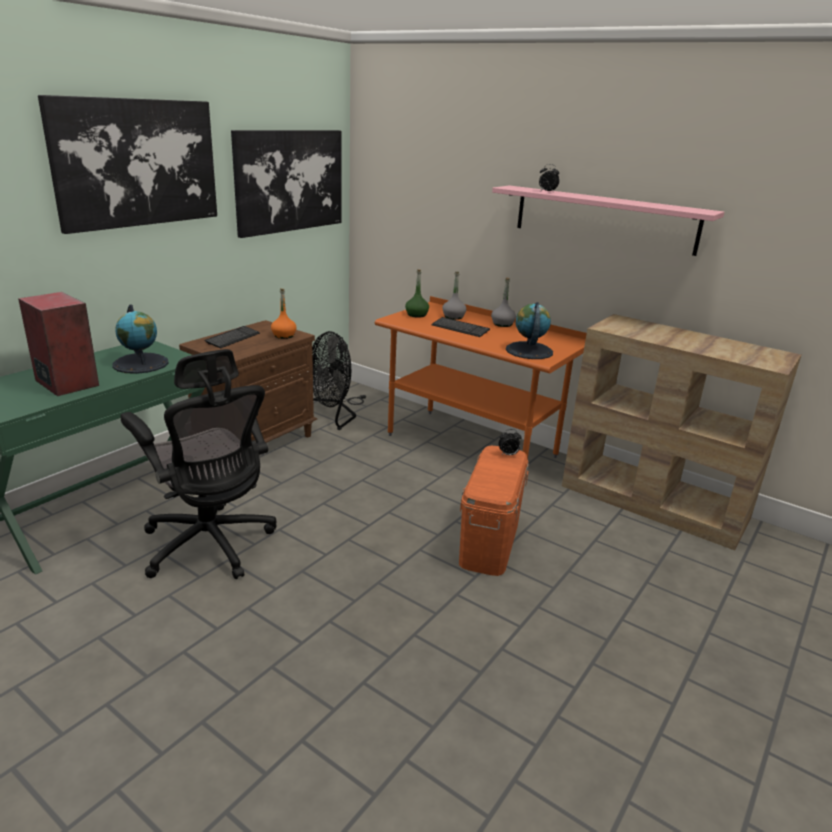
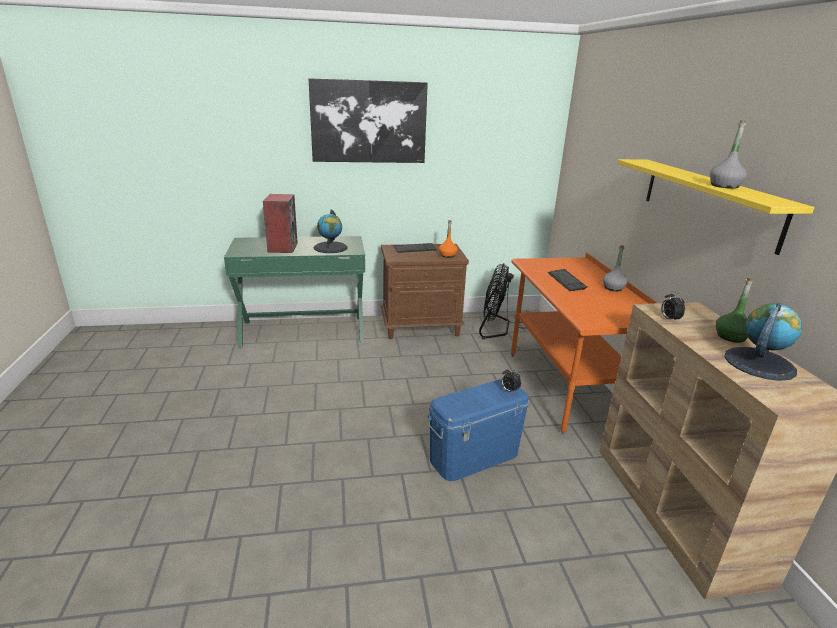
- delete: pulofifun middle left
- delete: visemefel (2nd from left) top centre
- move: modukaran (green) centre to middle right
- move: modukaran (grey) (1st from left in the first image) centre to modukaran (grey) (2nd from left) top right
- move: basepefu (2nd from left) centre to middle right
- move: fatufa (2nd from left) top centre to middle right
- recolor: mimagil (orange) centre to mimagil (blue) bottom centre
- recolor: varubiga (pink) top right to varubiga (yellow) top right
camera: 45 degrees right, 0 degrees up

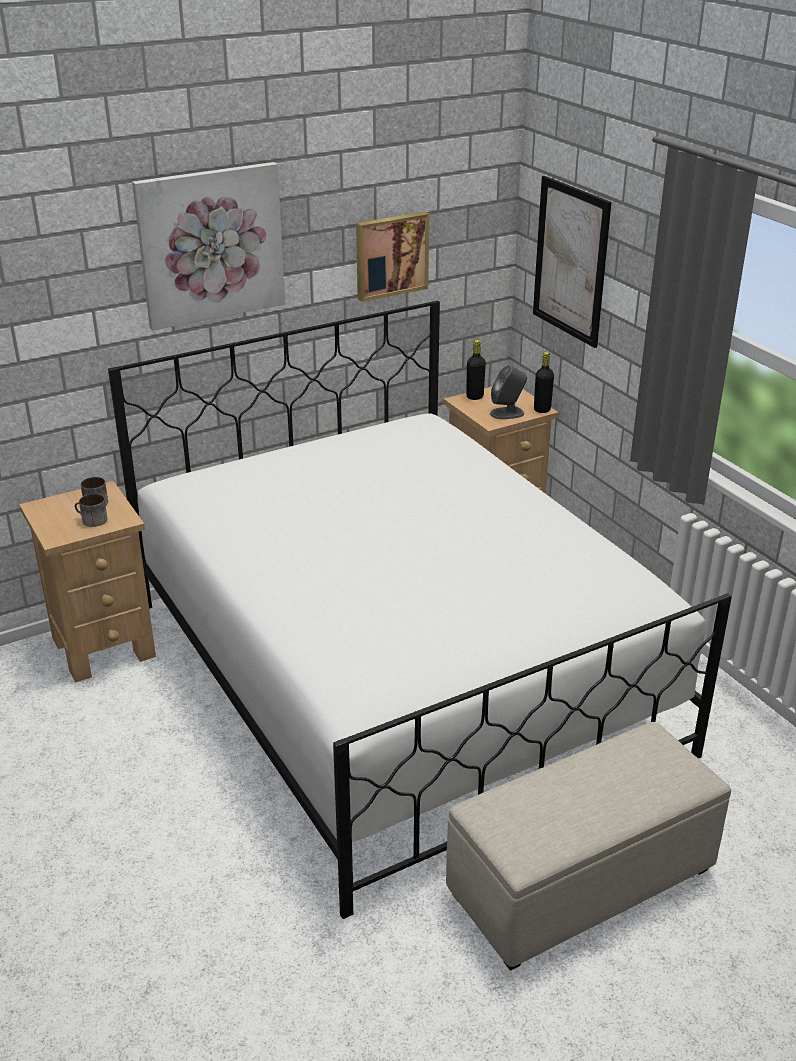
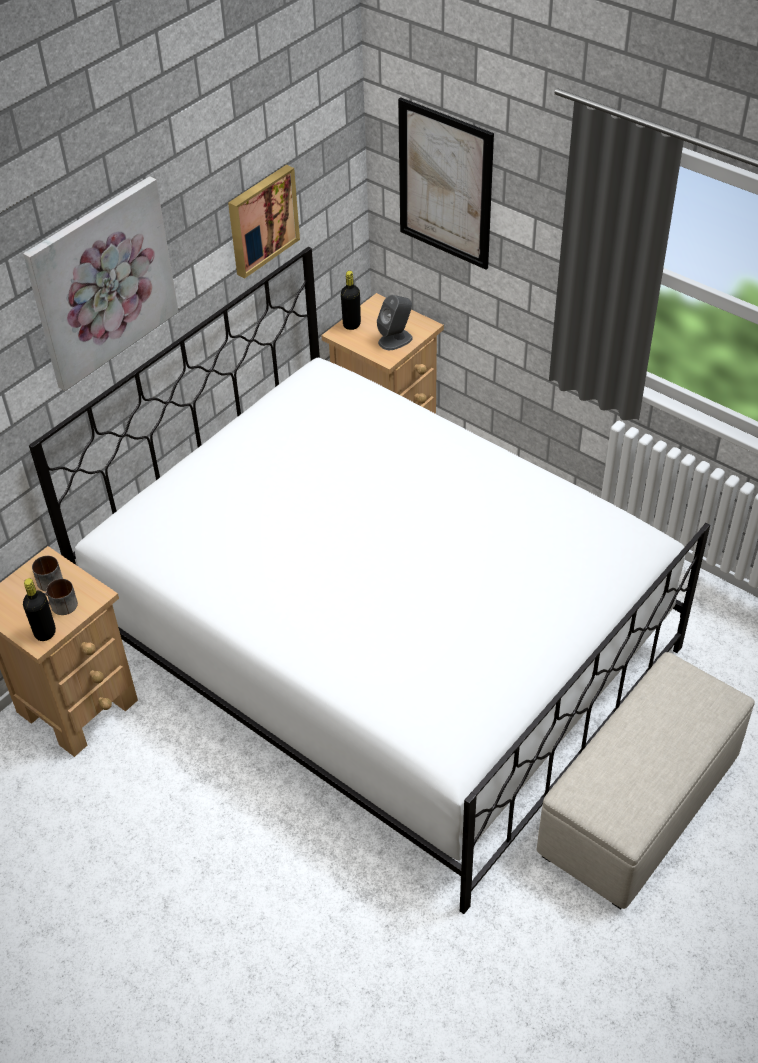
- move: modukaran (black) (2nd from left in the first image) middle right to modukaran (black) (1st from left) middle left
camera: 20 degrees left, 15 degrees up

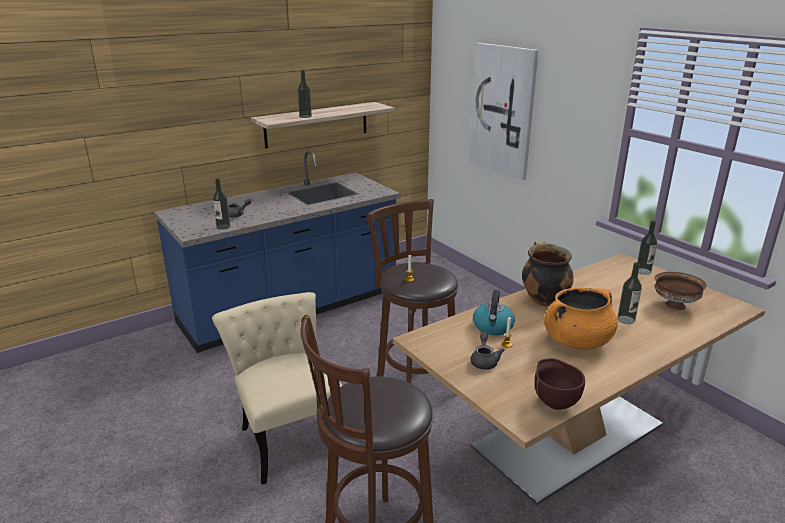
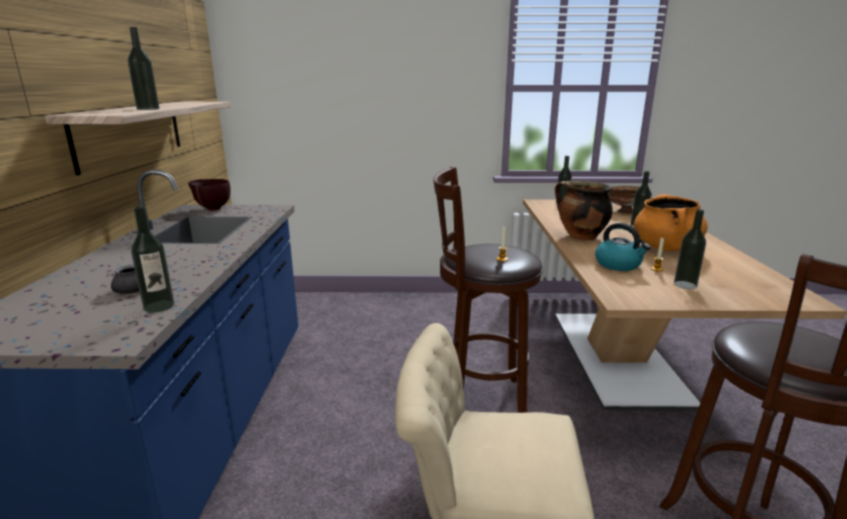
- delete: visemefel top centre
- move: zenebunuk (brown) (1st from left) bottom right to middle left
- replace: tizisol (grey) (2nd from left) bottom centre to modukaran (5th from left) middle right
camera: 55 degrees left, 5 degrees down

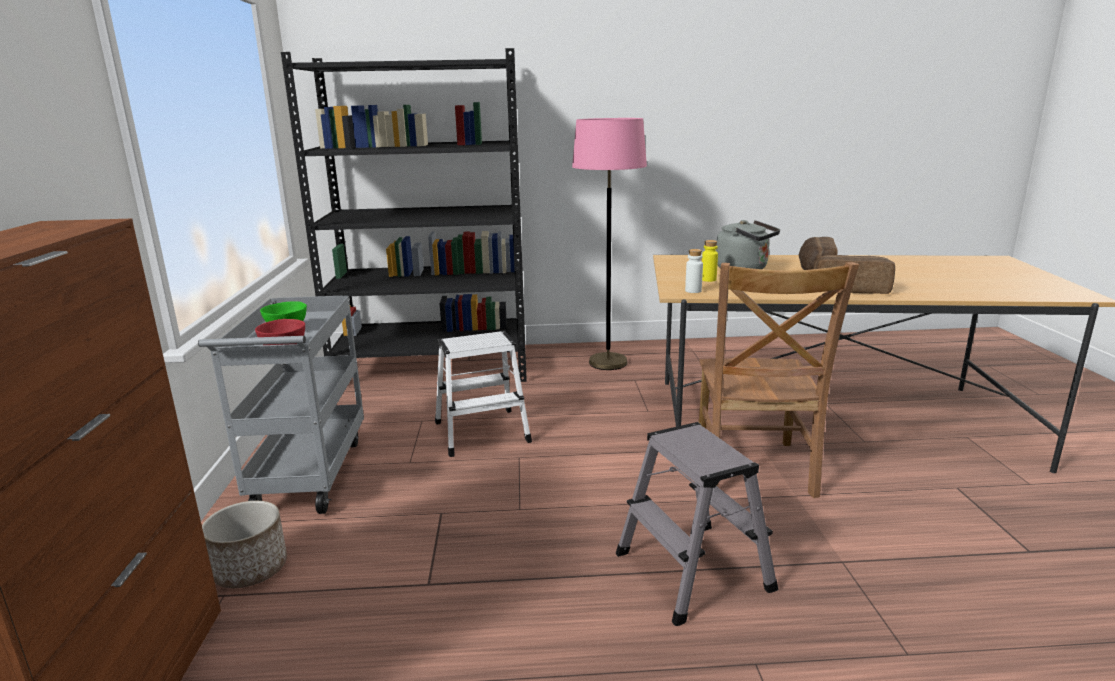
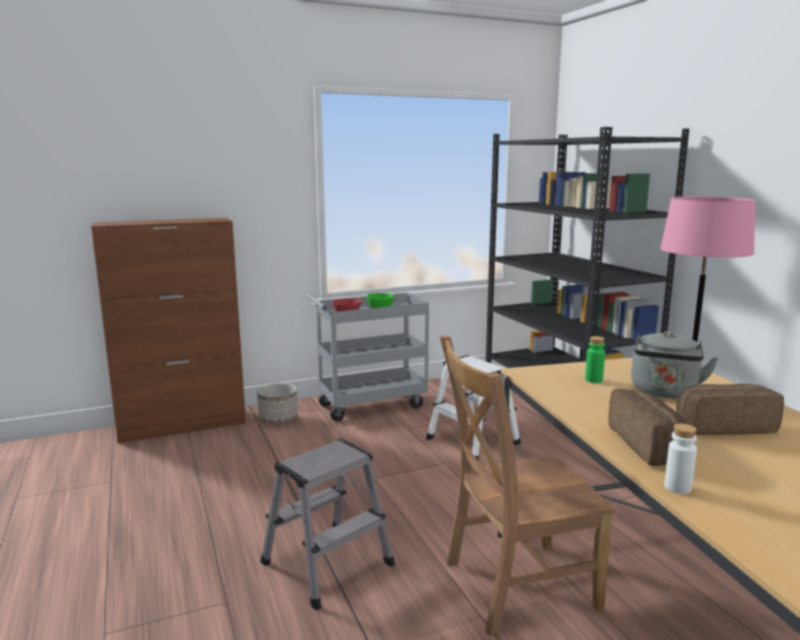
- move: modukaran (white) centre to bottom right
- recolor: modukaran (yellow) centre to modukaran (green) middle right
camera: 70 degrees right, 5 degrees down

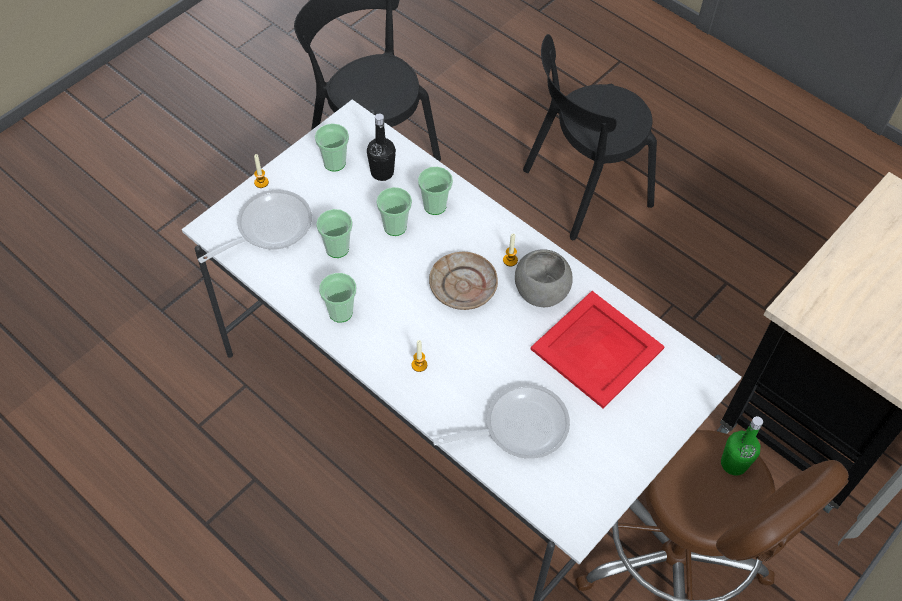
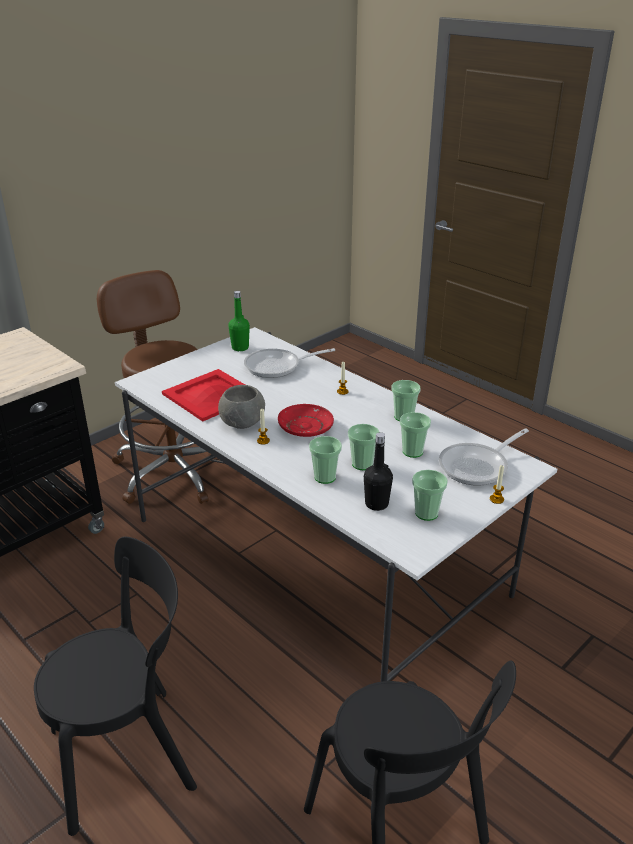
- move: modukaran (green) bottom right to centre
- recolor: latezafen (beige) centre to latezafen (red) centre
camera: 175 degrees left, 25 degrees down

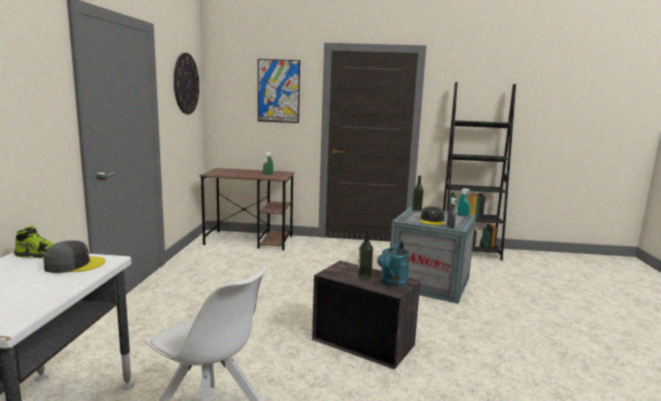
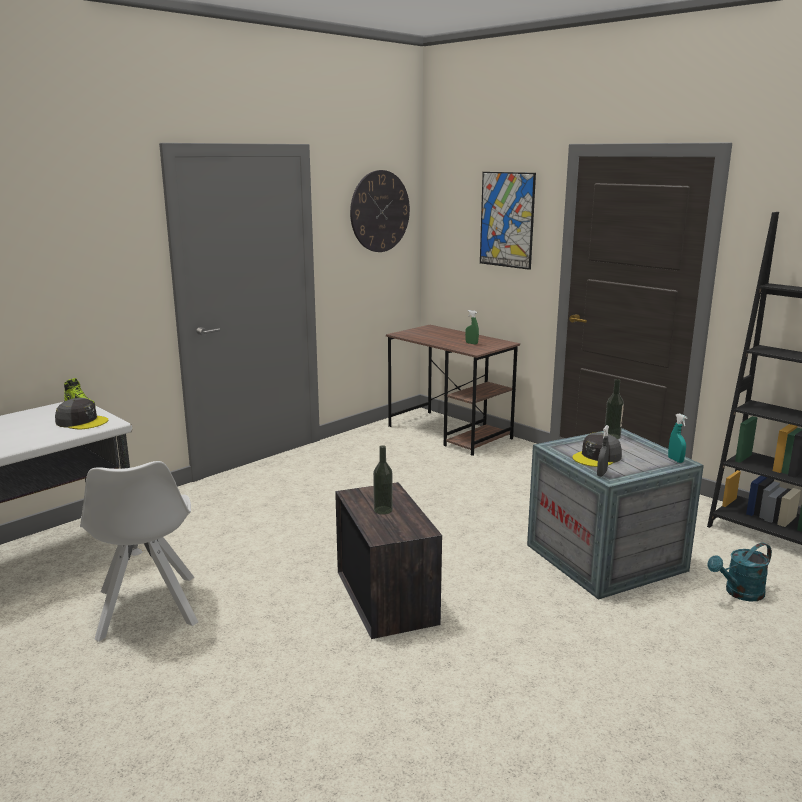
- move: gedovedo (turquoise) centre to bottom right
camera: 40 degrees right, 5 degrees up

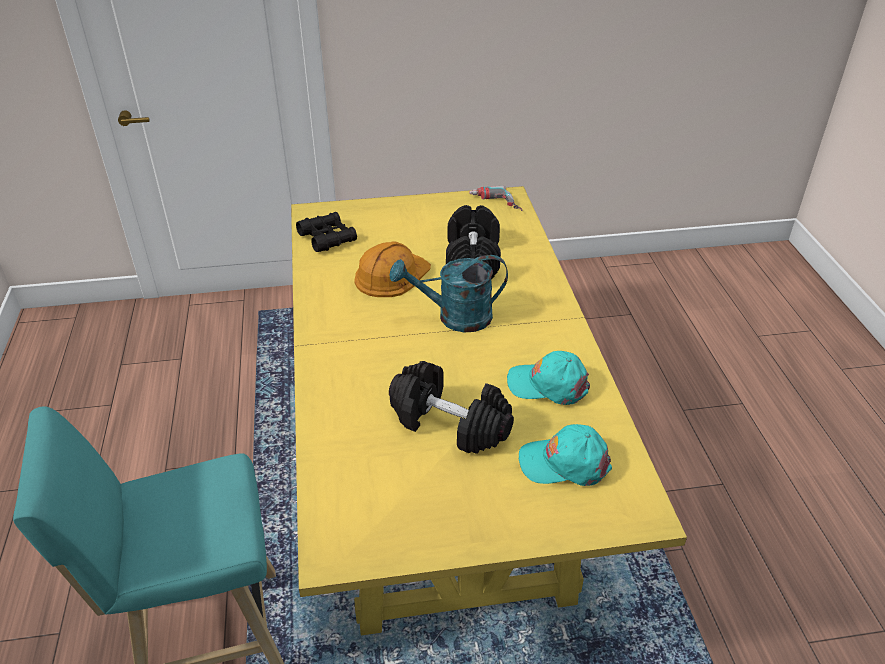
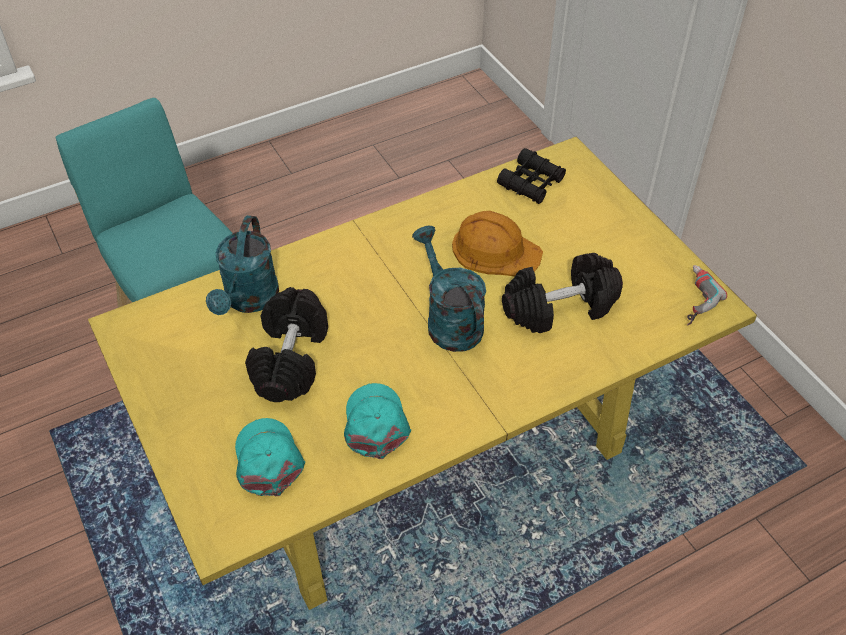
- insert: gedovedo (turquoise) (1st from left) middle left
camera: 70 degrees right, 10 degrees up

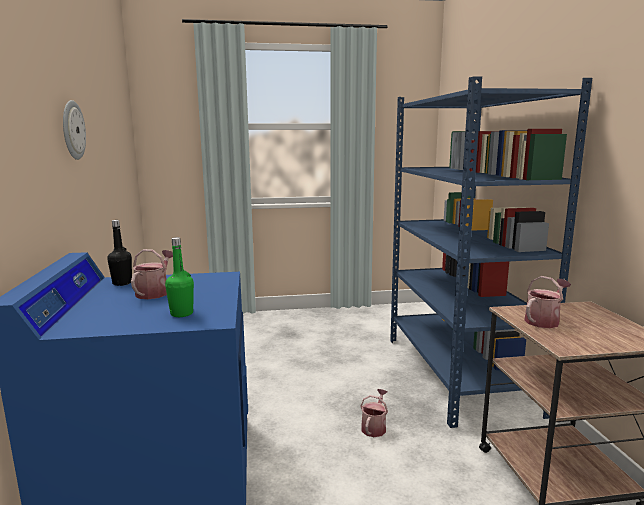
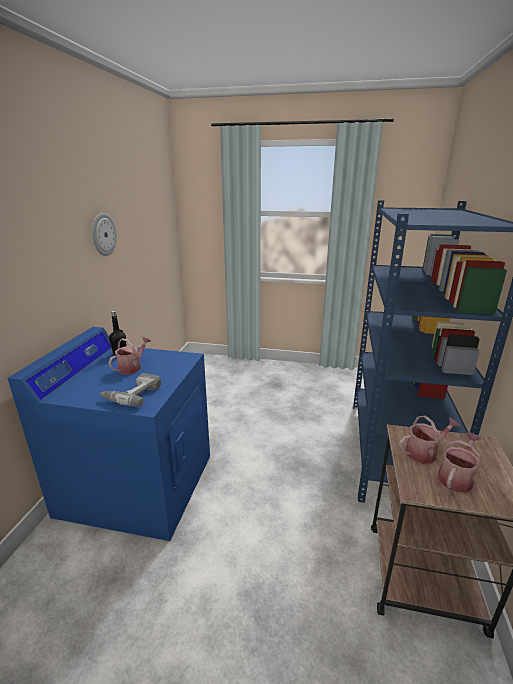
- move: gedovedo (2nd from left in the first image) bottom centre to gedovedo (3rd from left) bottom right
- replace: modukaran (green) middle left to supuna middle left
camera: 20 degrees right, 10 degrees up

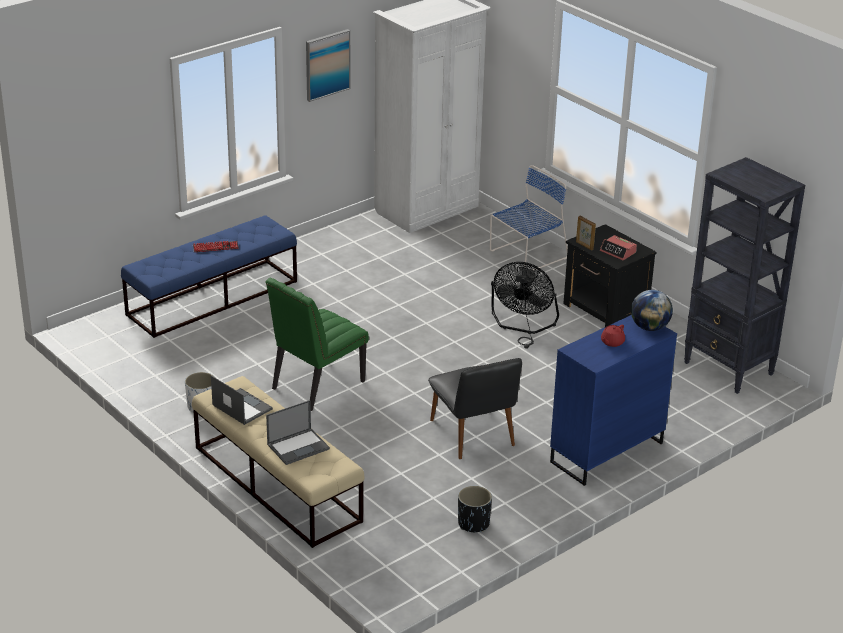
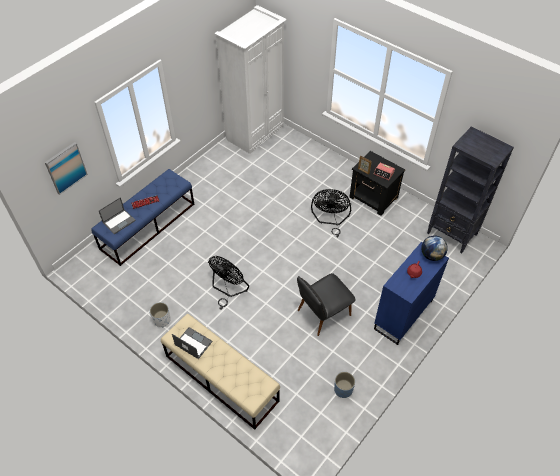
- delete: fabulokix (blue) centre
- move: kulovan (2nd from left in the first image) bottom centre to kulovan (1st from left) middle left
- move: visemefel top centre to middle left
- replace: fabulokix (green) centre to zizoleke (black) (1st from left) centre
- recolor: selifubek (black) bottom centre to selifubek (blue) bottom centre
- rotate: fabulokix (black) centre = centre 90 degrees clockwise
camera: 10 degrees left, 20 degrees up

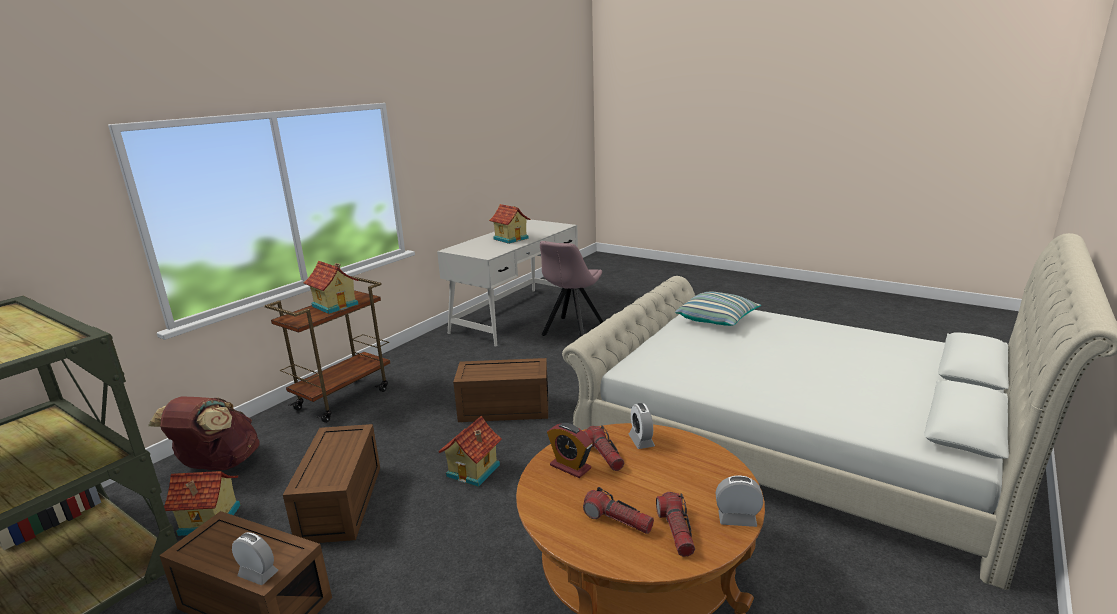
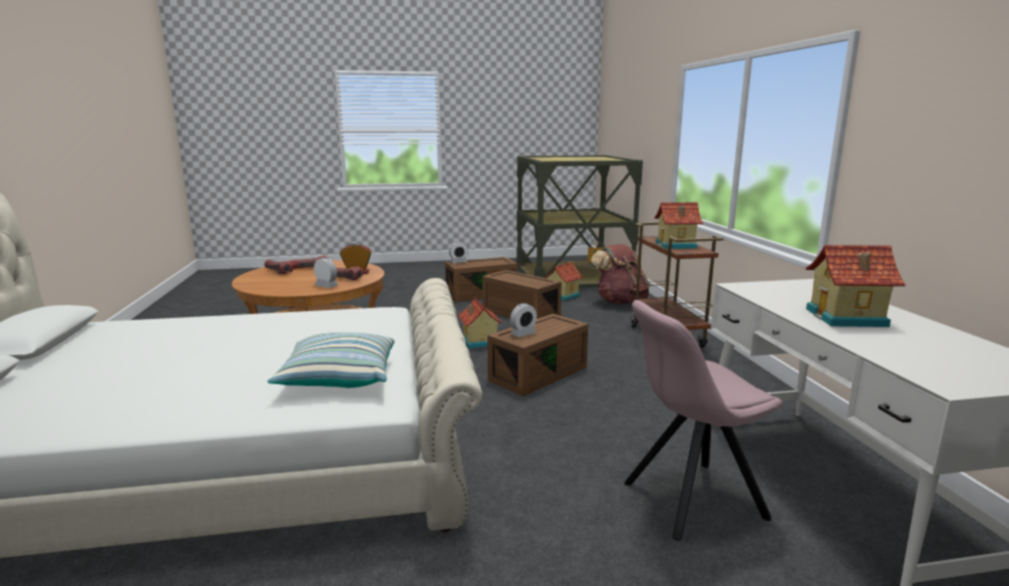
- move: fatufa (4th from left) bottom centre to centre
- rotate: fabulokix (pink) centre = bottom right 90 degrees counterclockwise
camera: 135 degrees right, 5 degrees down

